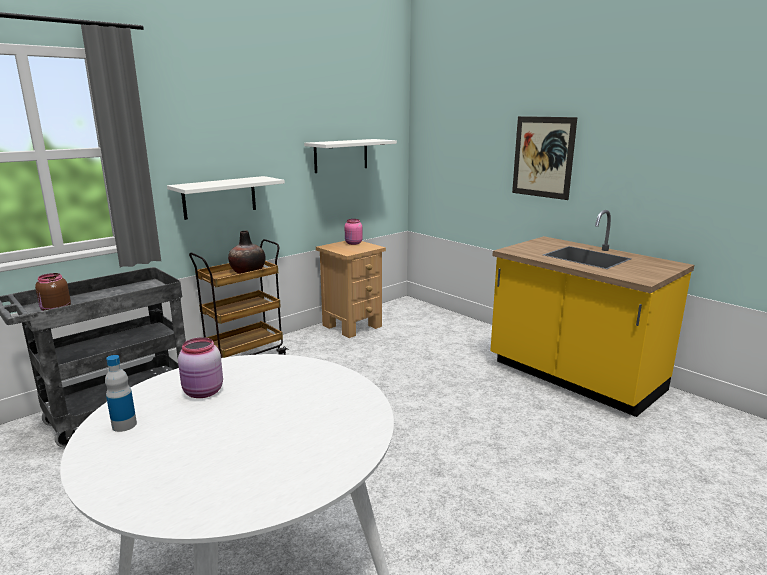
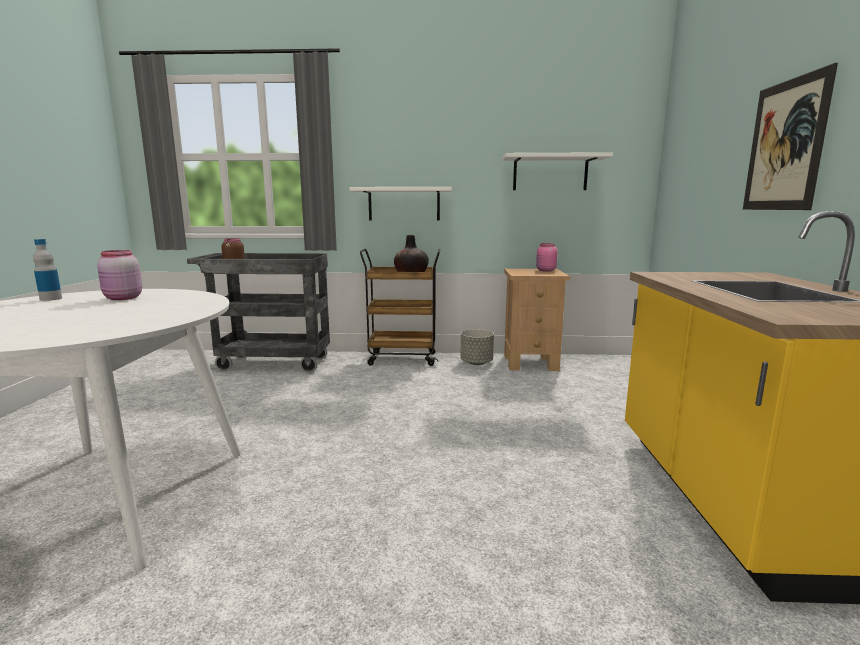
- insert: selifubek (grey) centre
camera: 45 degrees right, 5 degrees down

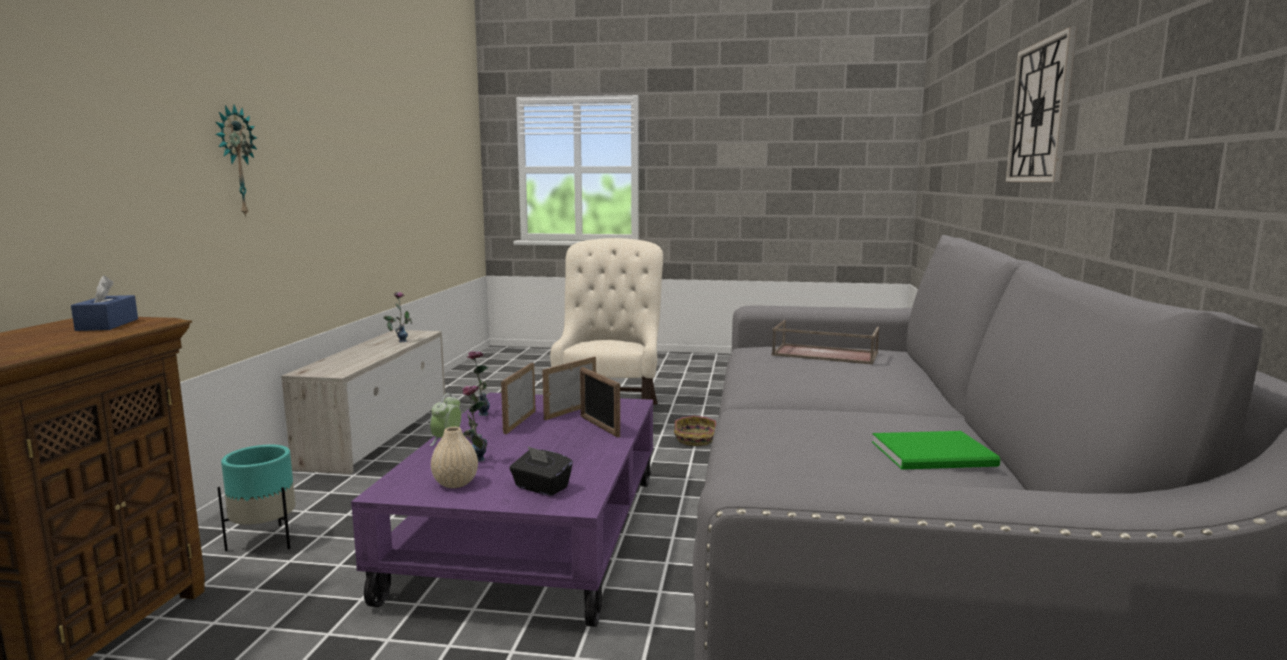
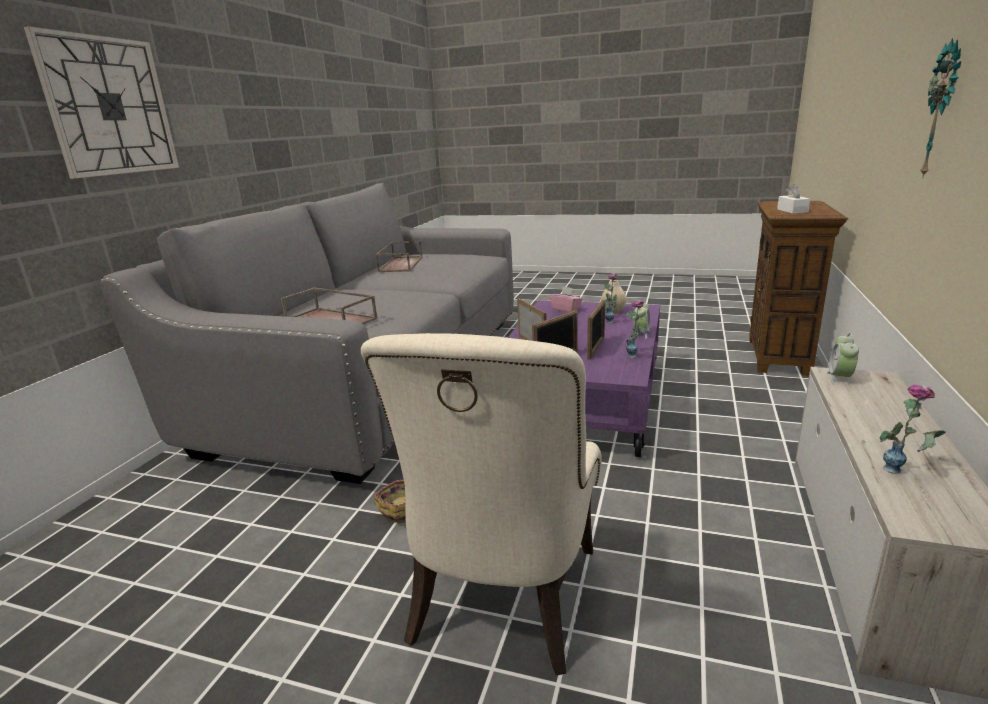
- delete: selifubek (turquoise) bottom left
- insert: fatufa (2nd from left) middle right
- replace: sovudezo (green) bottom right to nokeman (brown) (2nd from left) centre
- recolor: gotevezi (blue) middle left to gotevezi (white) top right
- recolor: gotevezi (black) bottom centre to gotevezi (pink) centre
camera: 170 degrees left, 10 degrees up

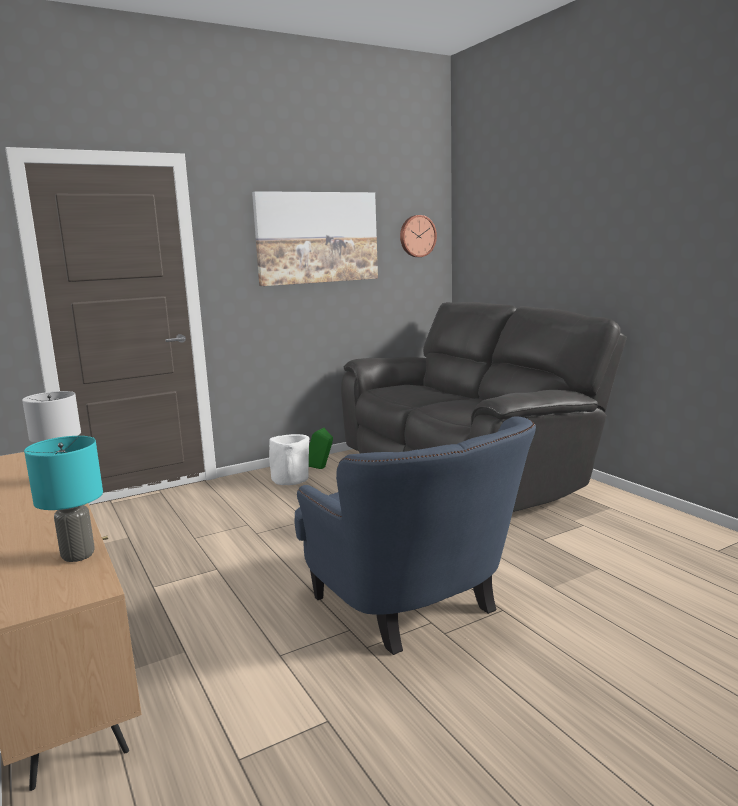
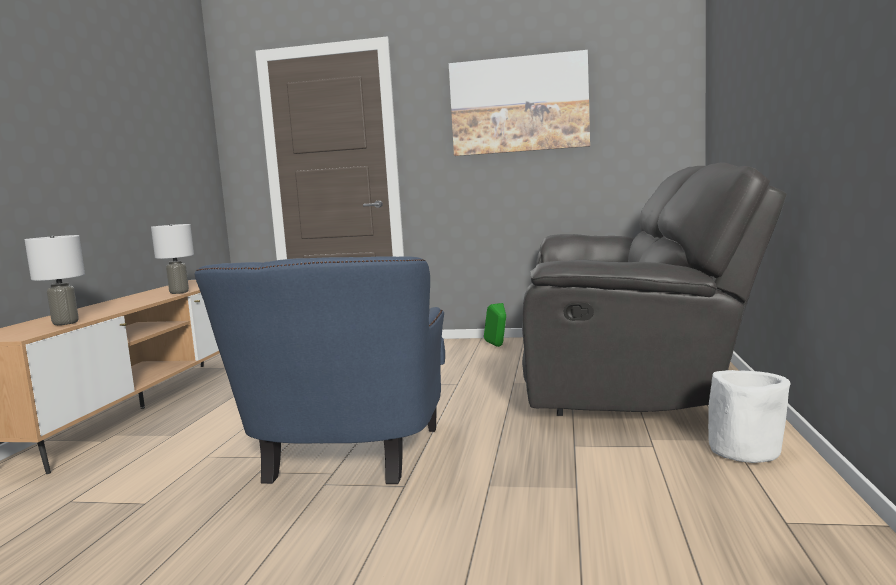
- delete: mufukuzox top centre
- move: selifubek (white) centre to bottom right
- recolor: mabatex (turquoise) middle left to mabatex (white) (1st from left) middle left
camera: 40 degrees right, 5 degrees down

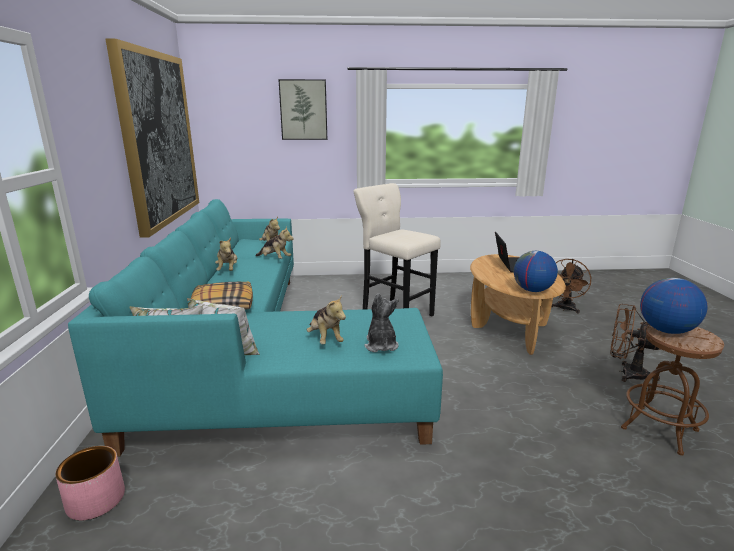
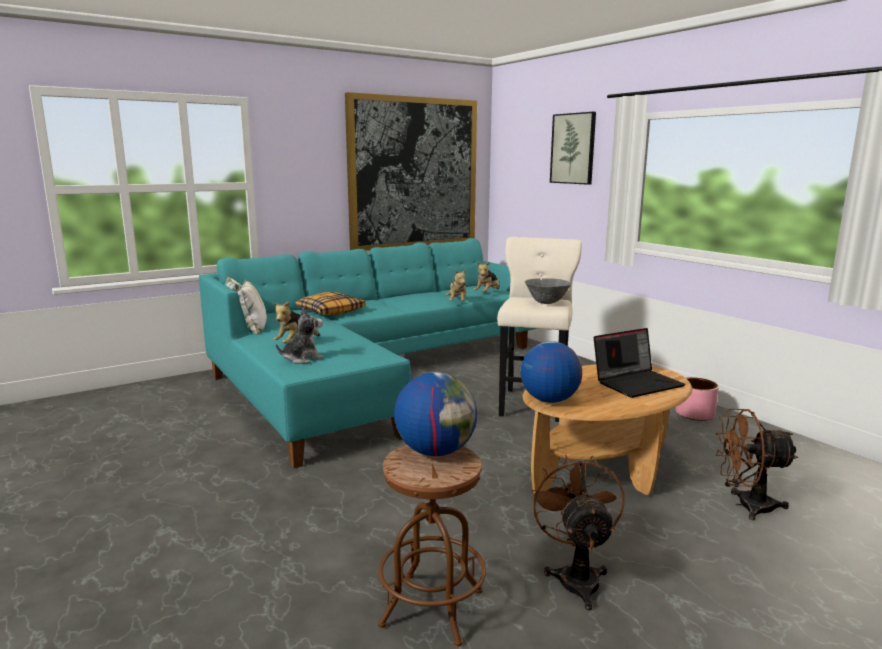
- delete: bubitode (1st from left) middle left
- insert: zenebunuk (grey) centre
- move: selifubek (pink) bottom left to middle right
camera: 60 degrees right, 5 degrees down

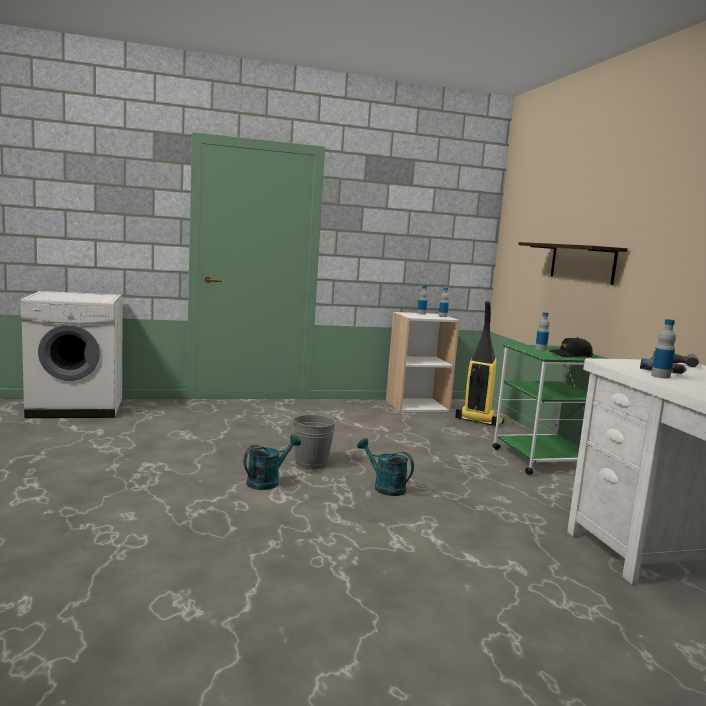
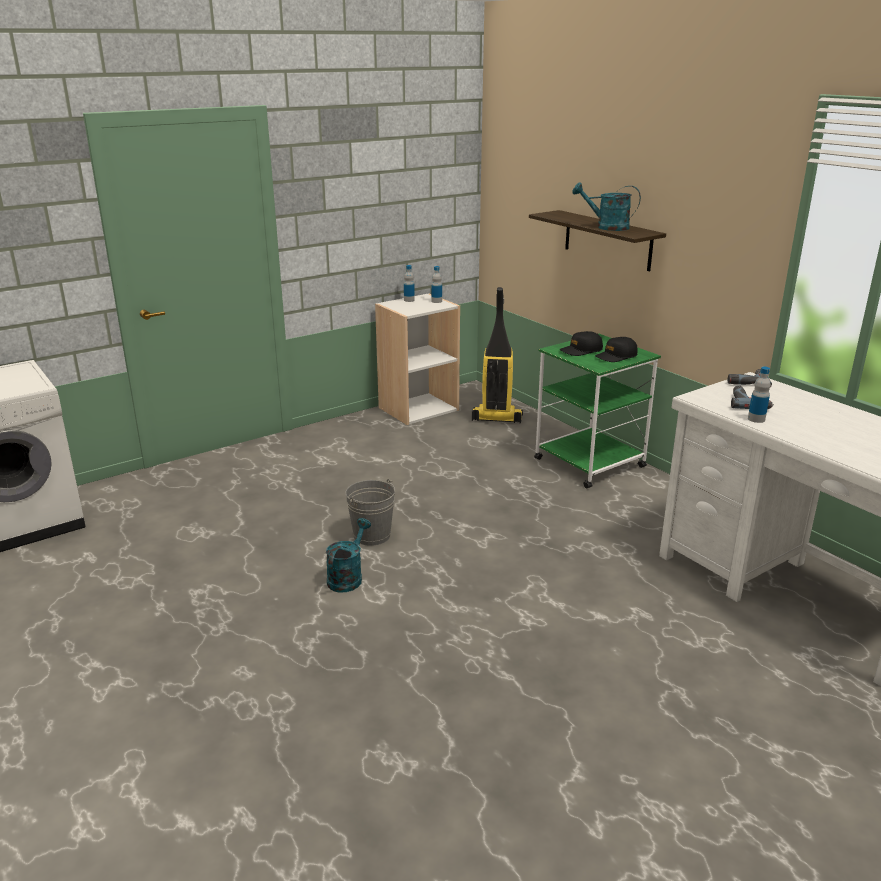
- move: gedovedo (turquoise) (2nd from left) centre to top right
- replace: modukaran (3rd from left) middle right to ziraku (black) (1st from left) centre
camera: 20 degrees left, 15 degrees up

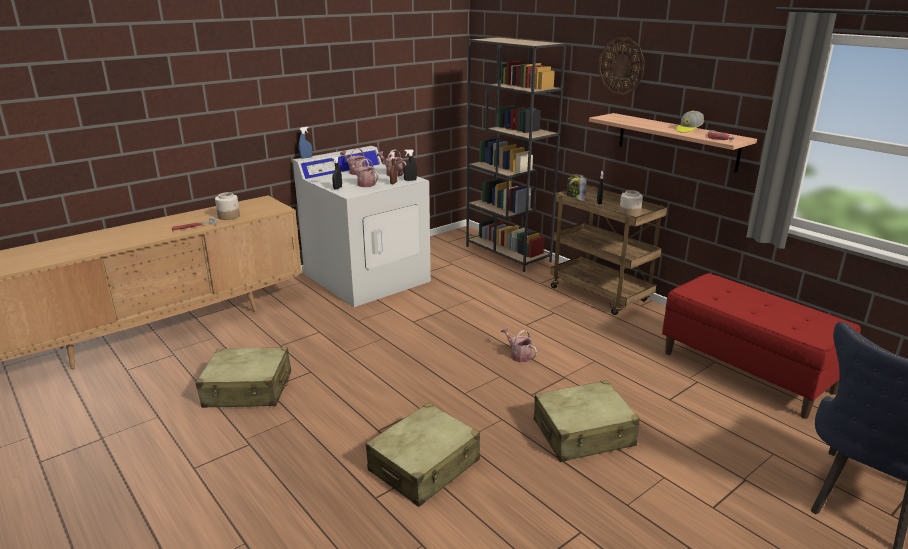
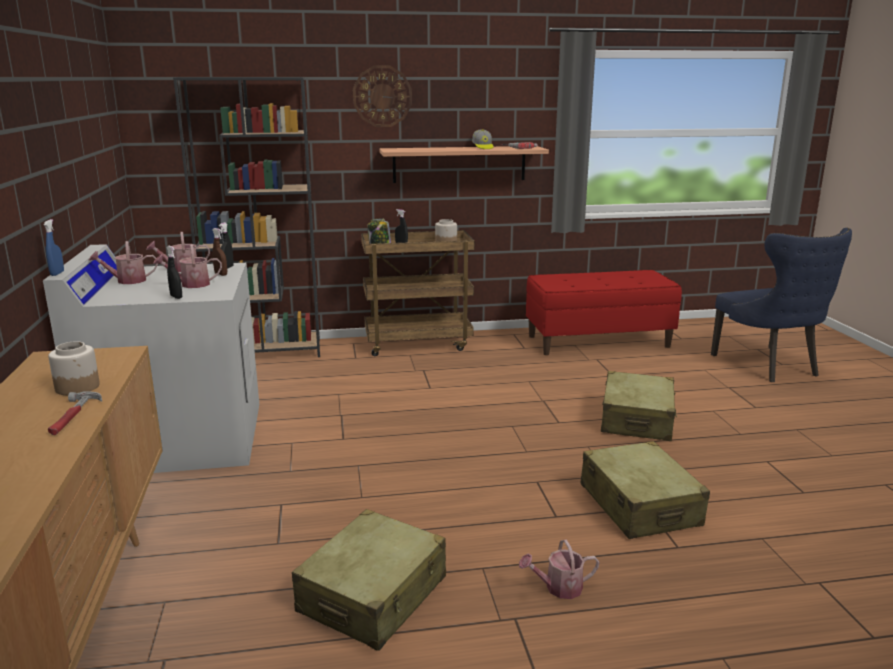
- move: gedovedo (4th from left) centre to bottom centre
camera: 60 degrees left, 5 degrees down

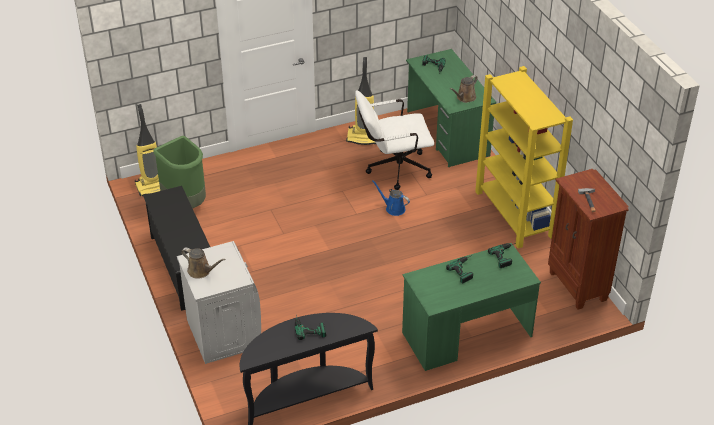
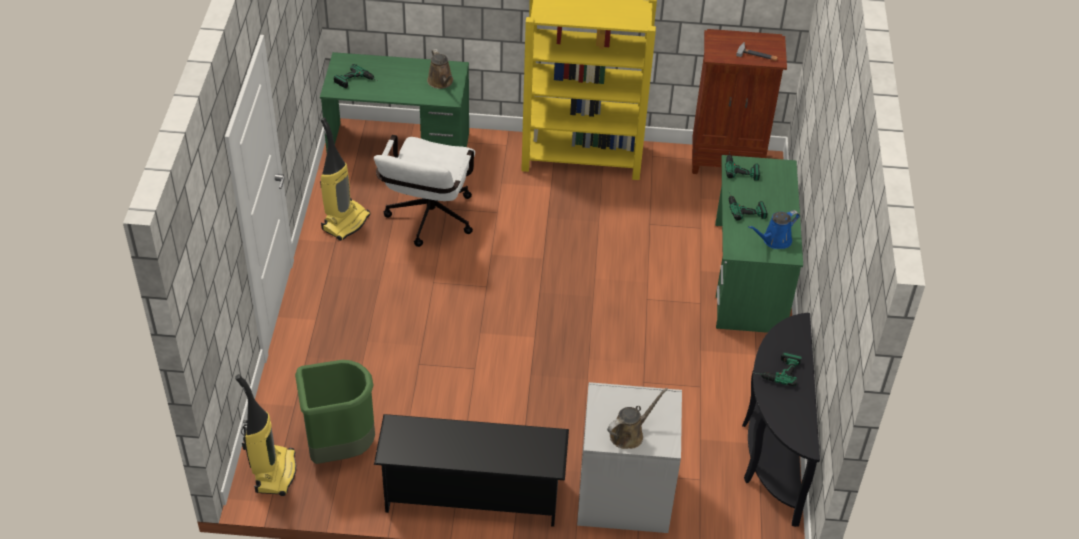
- move: gedovedo (blue) centre to middle right
camera: 65 degrees left, 5 degrees up

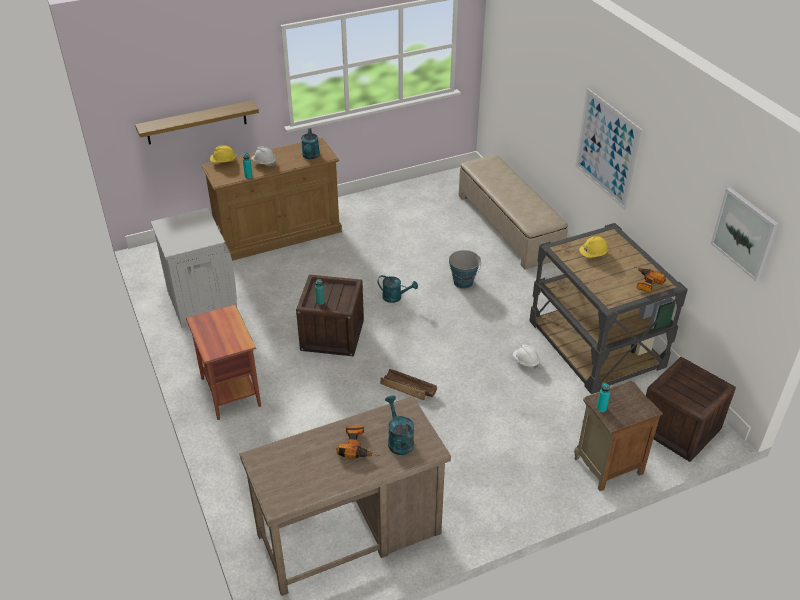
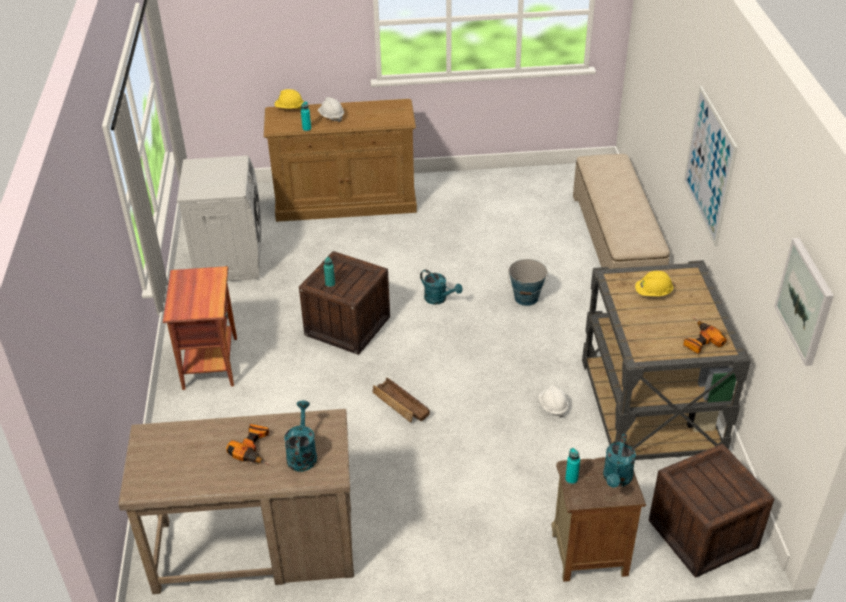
- delete: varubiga top left
- move: gedovedo (turquoise) (1st from left in the first image) top centre to gedovedo (turquoise) (3rd from left) bottom right
camera: 20 degrees right, 0 degrees up

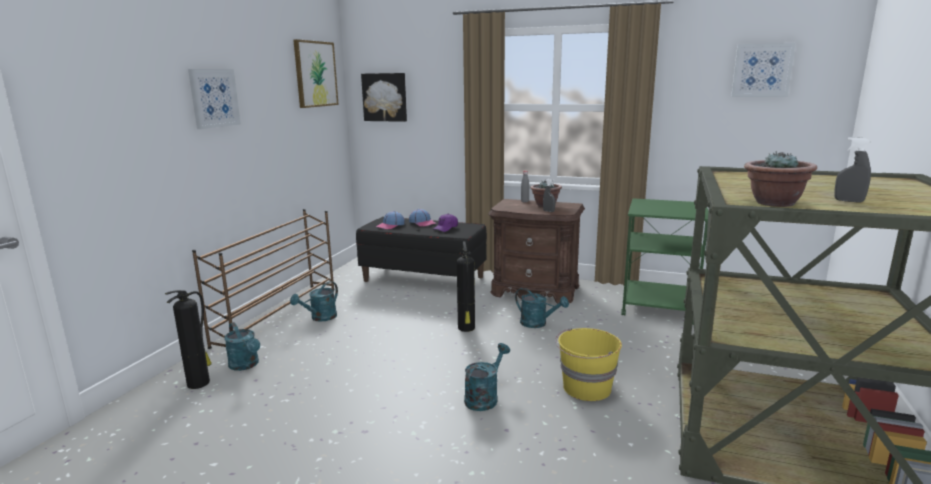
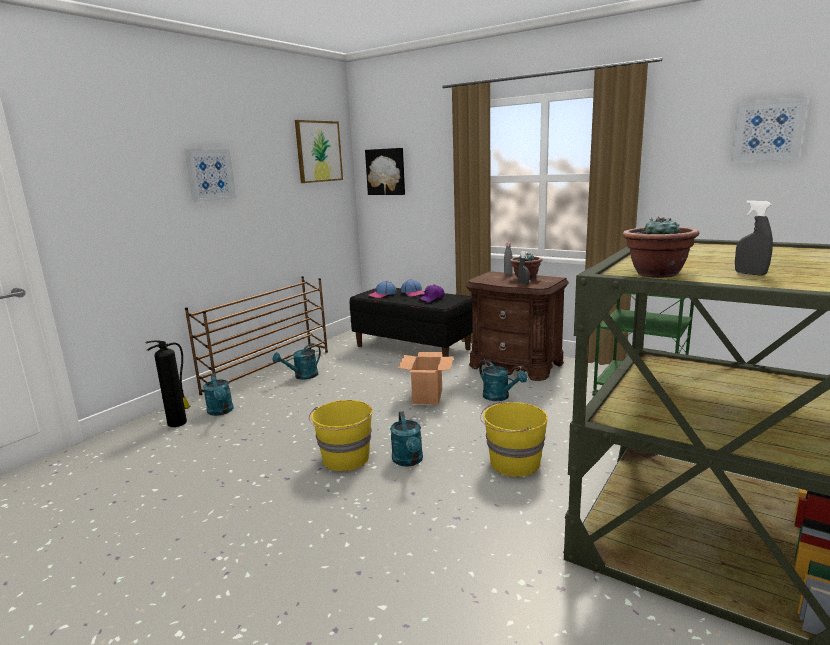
- insert: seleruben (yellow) (1st from left) bottom centre
- replace: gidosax (2nd from left) centre to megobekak centre
- rotate: gedovedo (turquoise) (3rd from left) bottom centre = bottom centre 120 degrees clockwise
camera: 15 degrees right, 0 degrees up

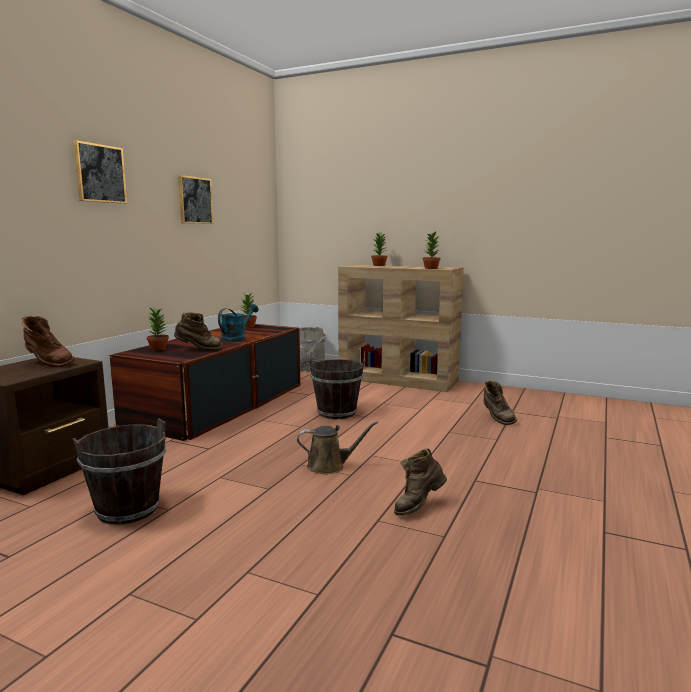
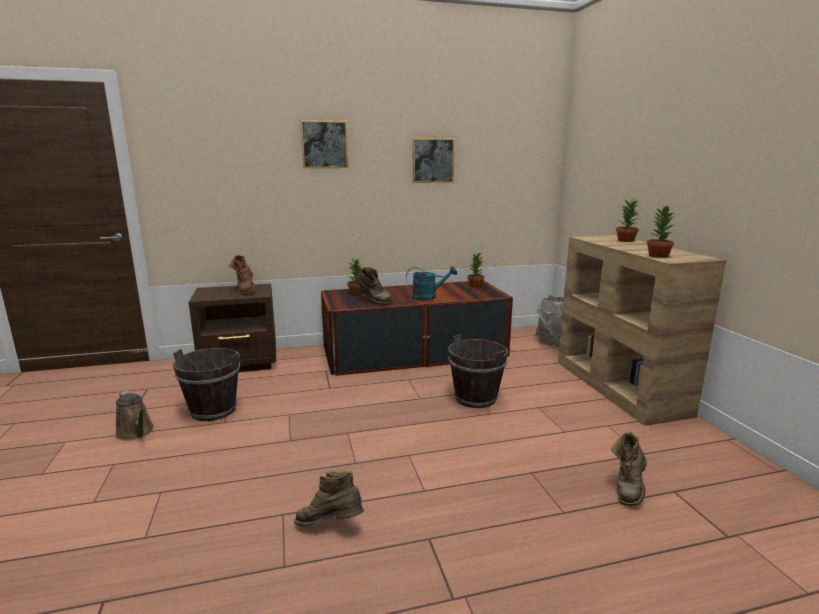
- move: gedovedo (brown) centre to bottom left
camera: 50 degrees right, 5 degrees up

